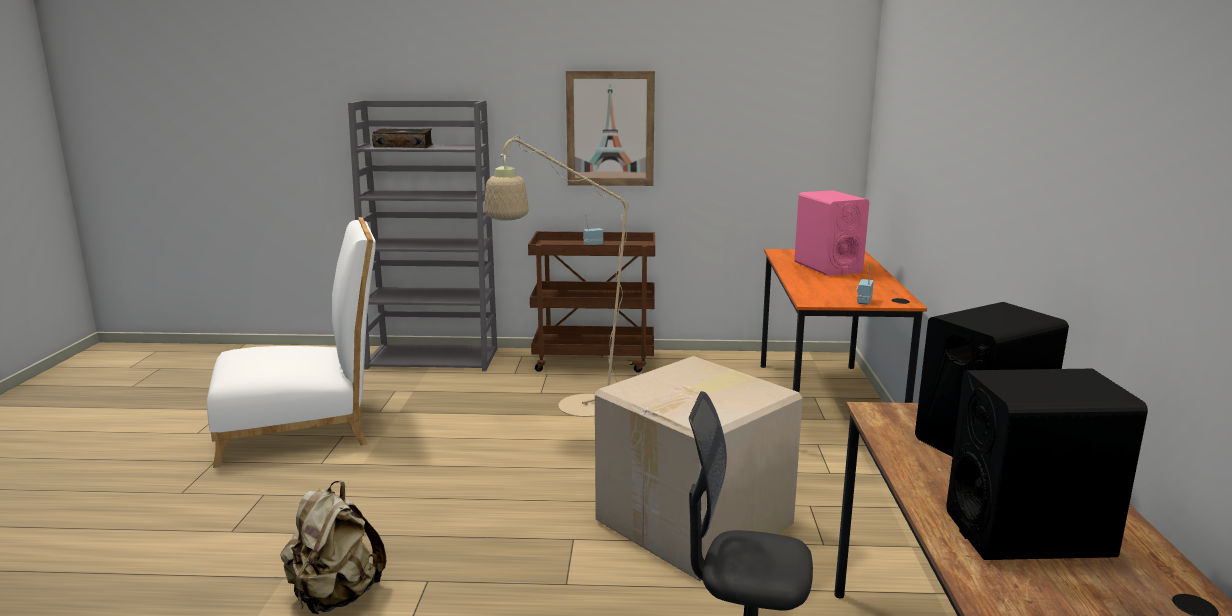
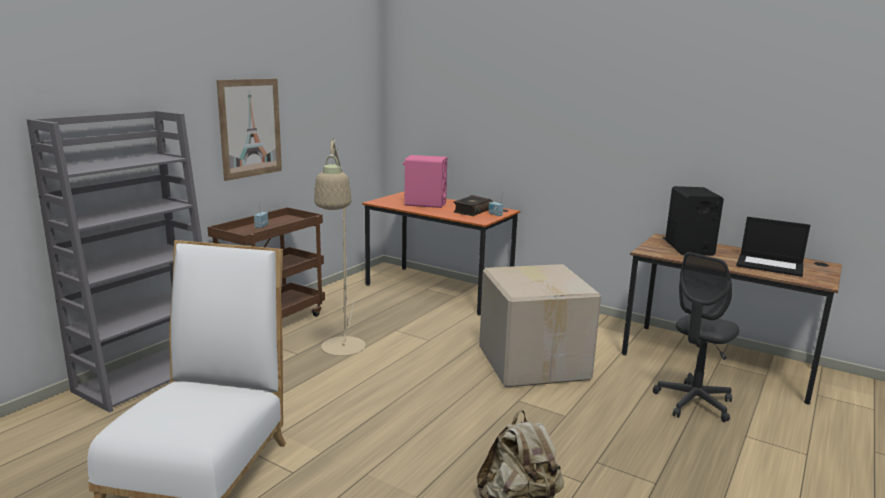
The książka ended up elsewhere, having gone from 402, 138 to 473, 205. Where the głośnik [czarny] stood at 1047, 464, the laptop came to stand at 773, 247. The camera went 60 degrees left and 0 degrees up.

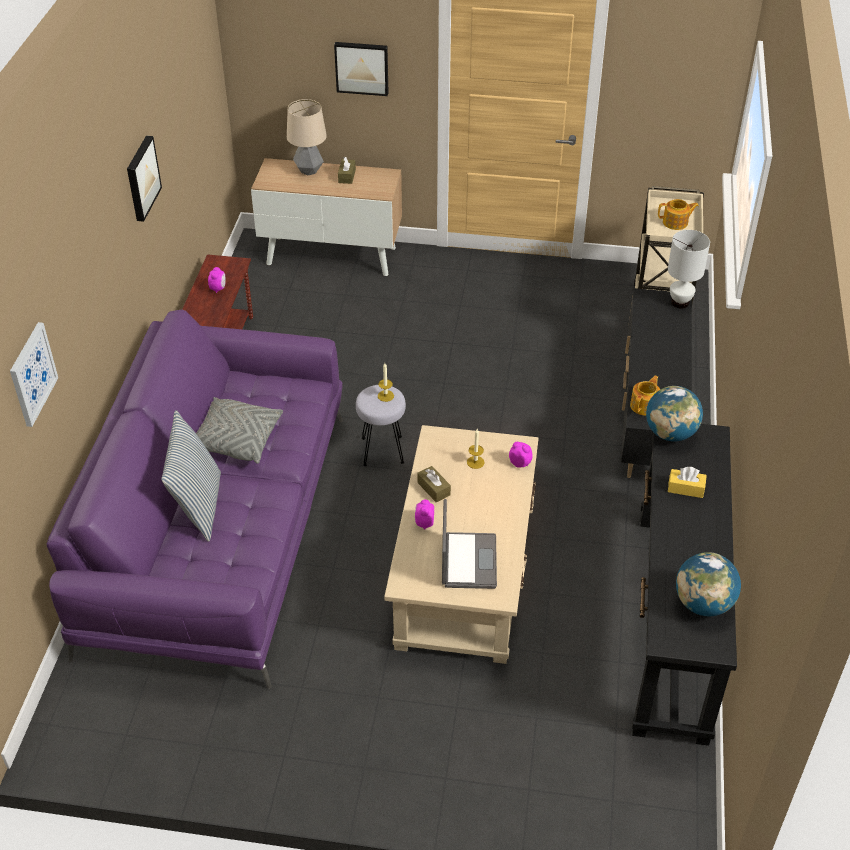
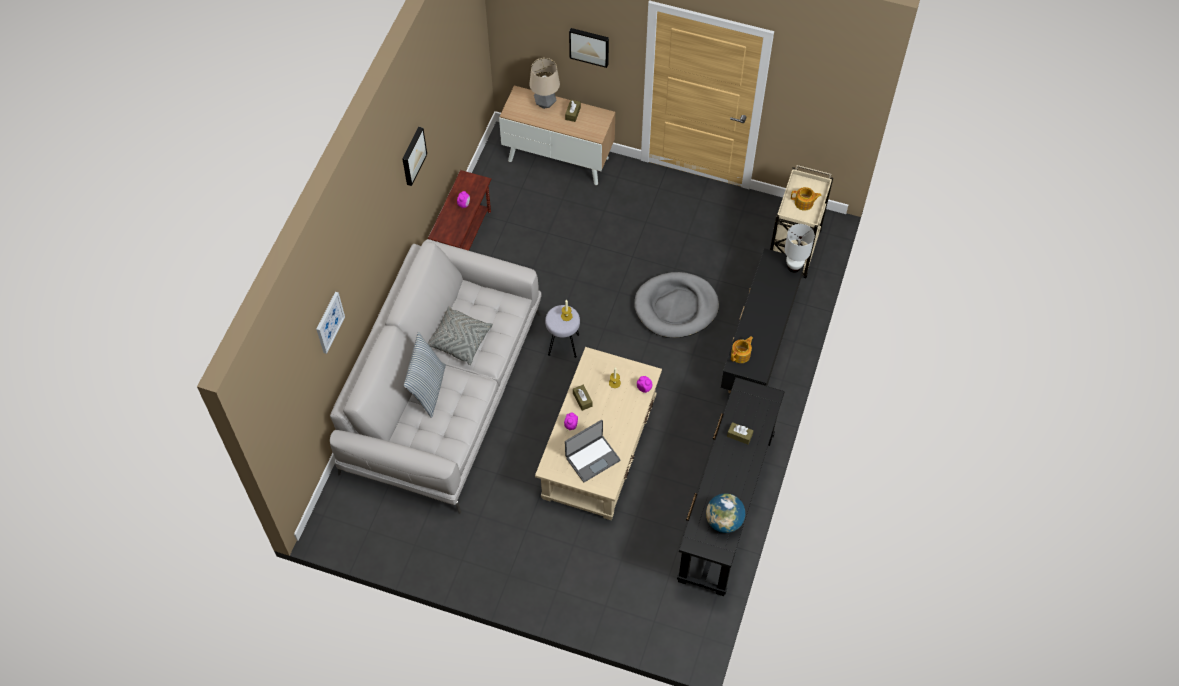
What was the kanapa [fioletowy] at 195, 499 turned into the kanapa [szary] at 436, 376. The laptop at 469, 544 ended up facing another way, 45 degrees clockwise from before. The second view gained the legowisko [szary] at 676, 305. What was the pudełko chusteczek [żółty] at 687, 482 turned into the pudełko chusteczek [brązowy] at 740, 433. The second view lost the globus at 674, 414. The camera went 10 degrees right and 15 degrees up.

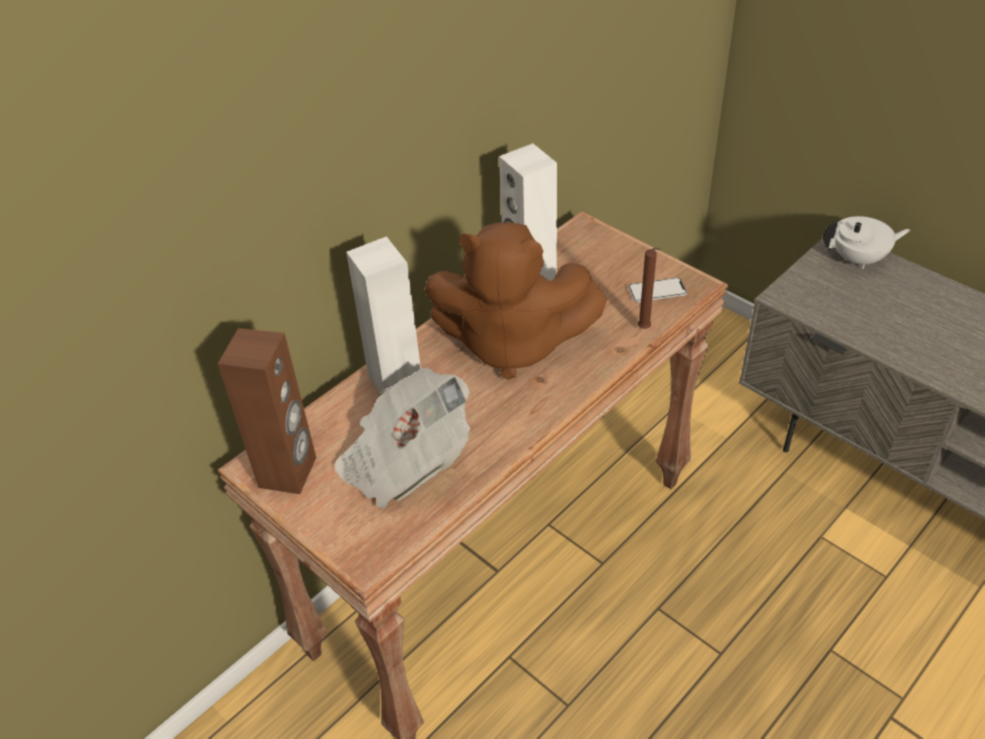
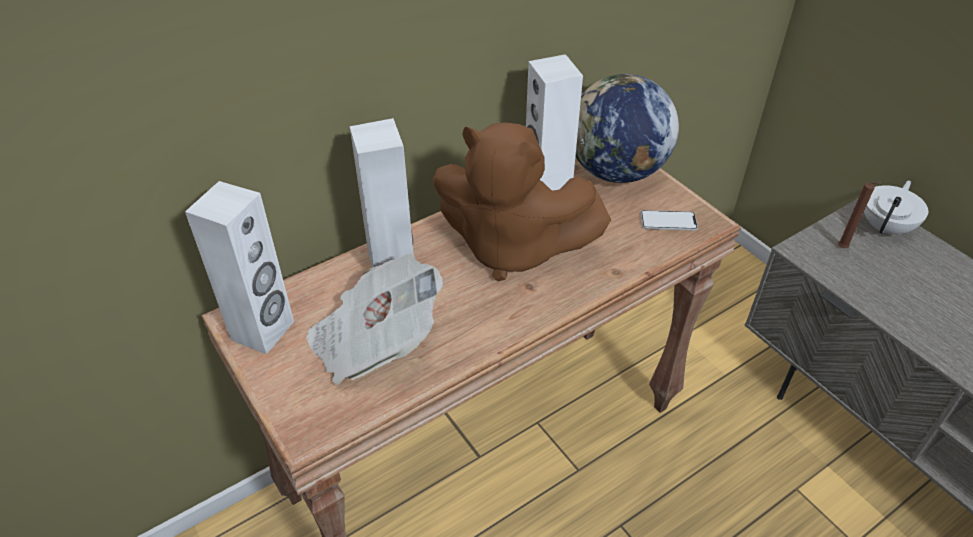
What was the głośnik [brązowy] at 267, 411 turned into the głośnik [biały] at 239, 267. The second view gained the globus at 627, 128. The świeca [brązowy] ended up elsewhere, having gone from 649, 288 to 859, 215. The imbryk [biały] at 867, 242 ended up facing another way, 60 degrees counterclockwise from before. The camera went 10 degrees right and 0 degrees up.

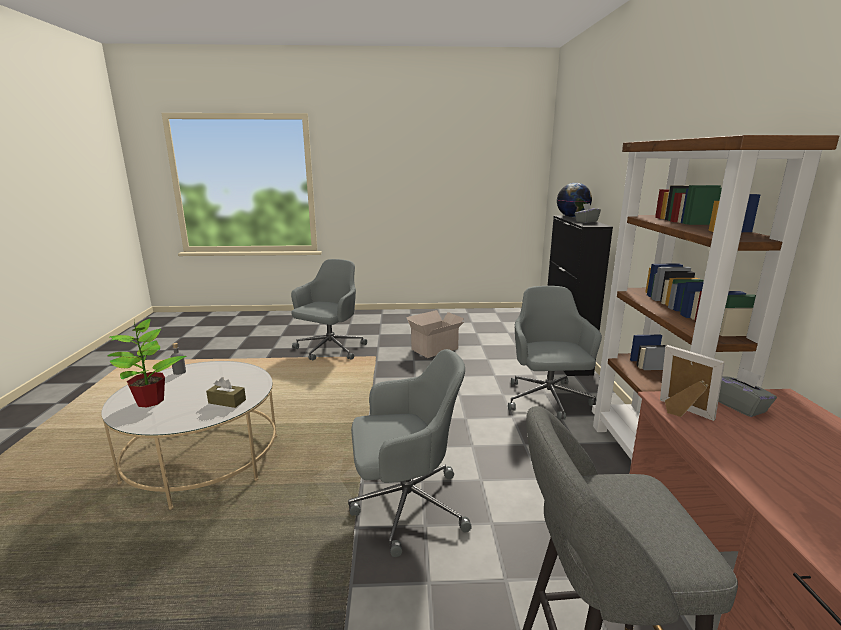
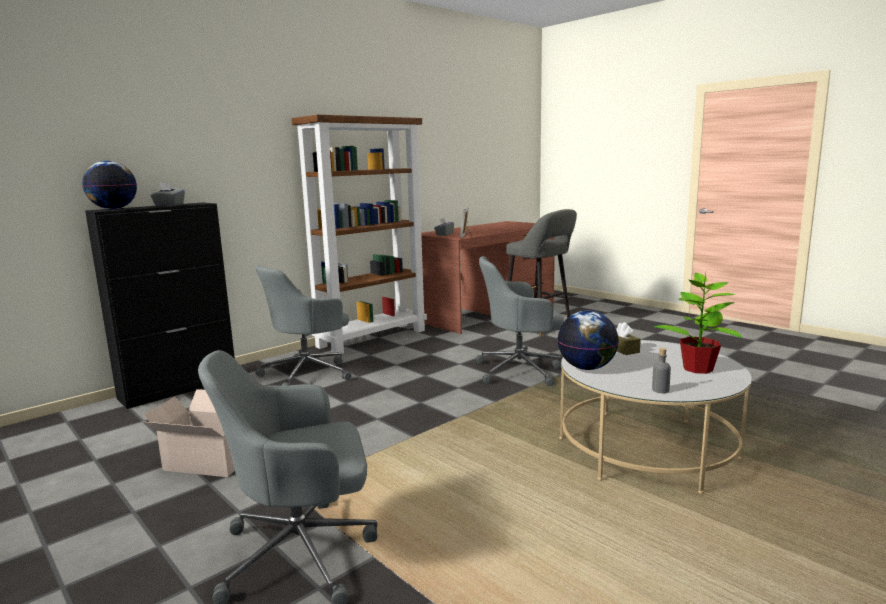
The krzesło biurowe [szary] at 410, 453 ended up facing another way, 45 degrees counterclockwise from before. The second view gained the globus at 588, 340. The camera went 130 degrees left and 5 degrees down.

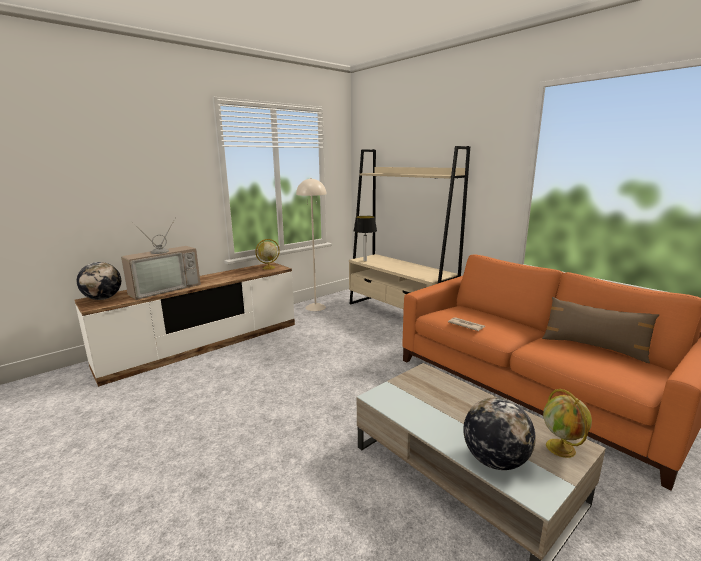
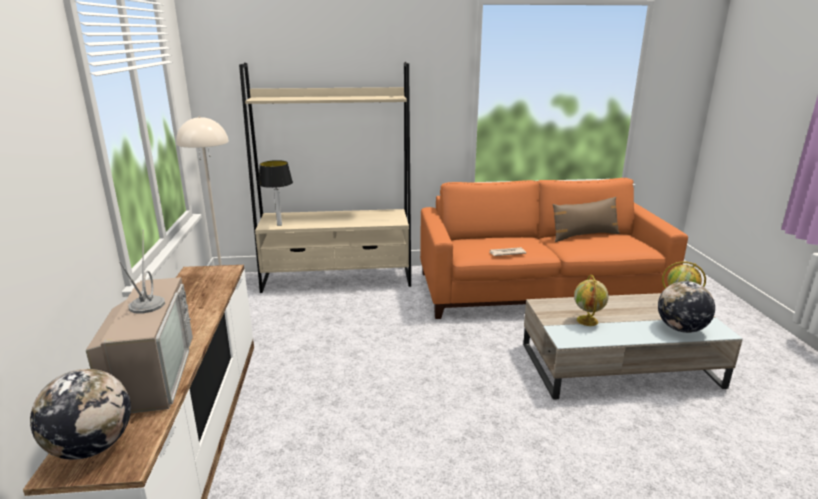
The globus ended up elsewhere, having gone from 267, 254 to 591, 300. The camera went 55 degrees left and 5 degrees up.

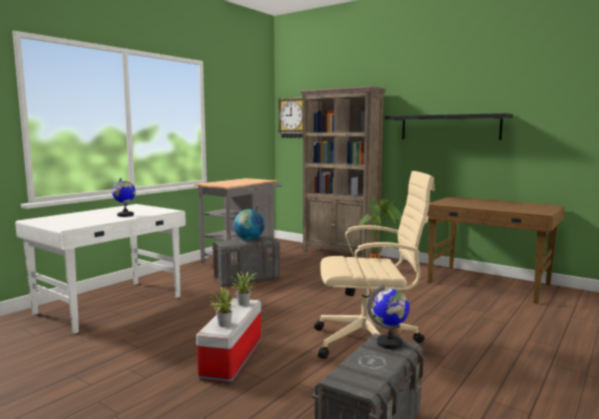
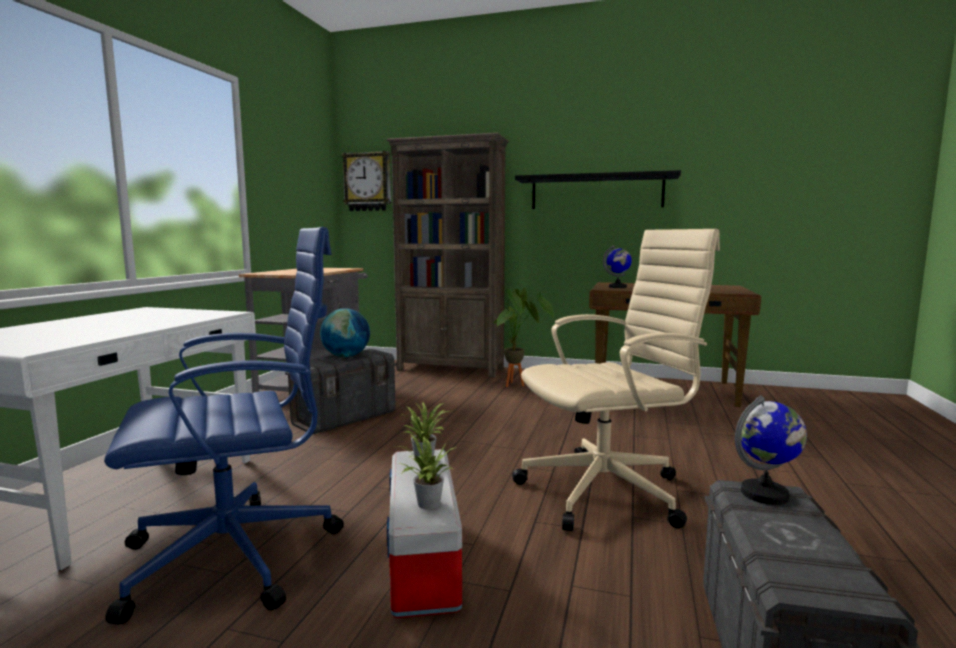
The second view gained the krzesło biurowe [niebieski] at 224, 426. The globus ended up elsewhere, having gone from 124, 197 to 617, 266. The camera went 20 degrees left and 0 degrees up.

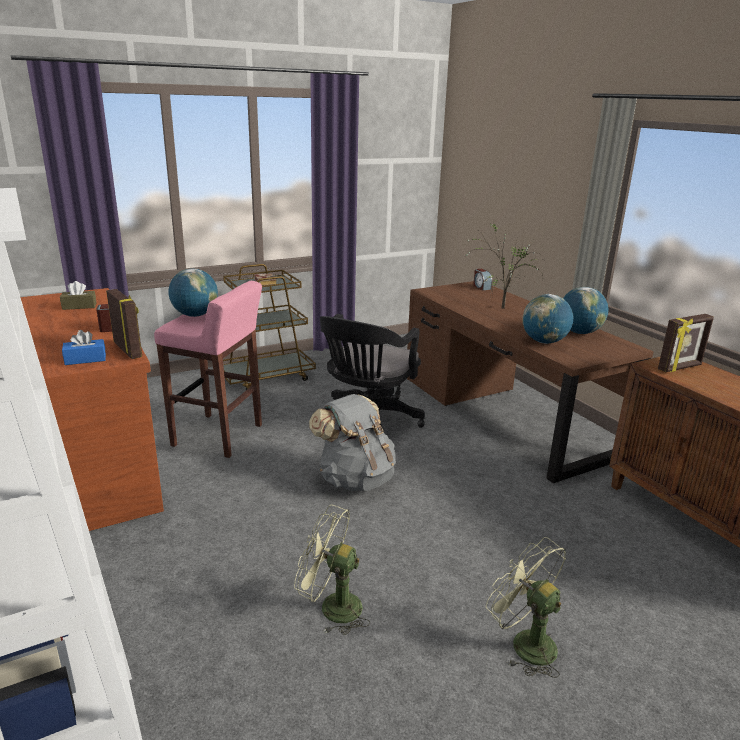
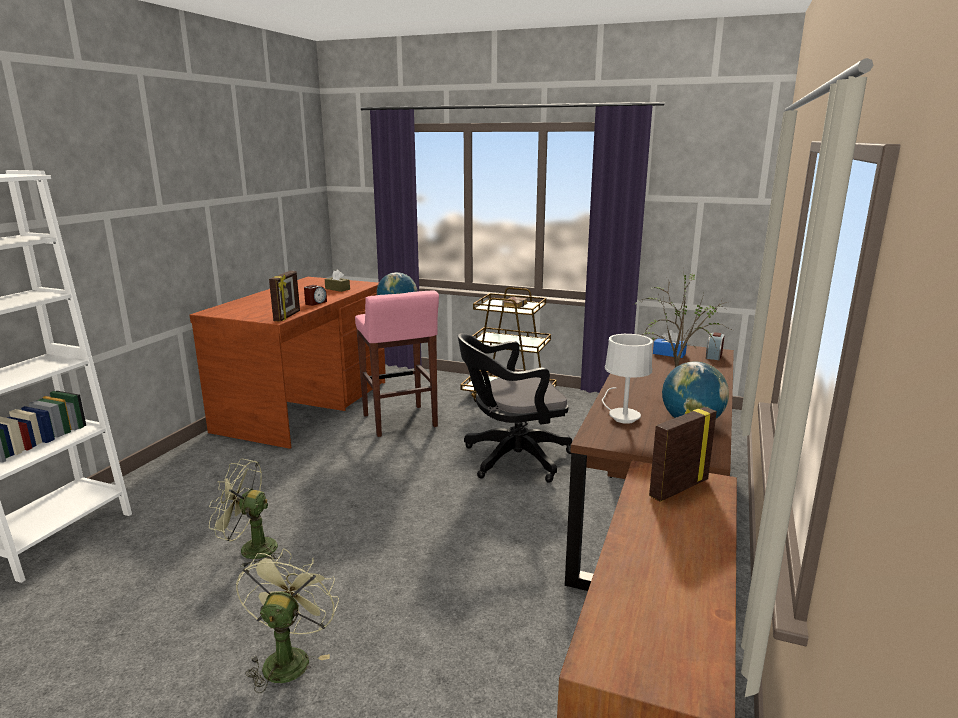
The wentylator [zielony] at 332, 570 ended up facing another way, 60 degrees counterclockwise from before. Where the globus stood at 547, 319, the lampa stołowa [biały] came to stand at 627, 379. The ramka na zdjęcie at 686, 343 ended up facing another way, 120 degrees clockwise from before. The pudełko chusteczek [niebieski] ended up elsewhere, having gone from 84, 347 to 670, 344. The second view lost the plecak [szary] at 352, 442. The camera went 50 degrees right and 5 degrees down.

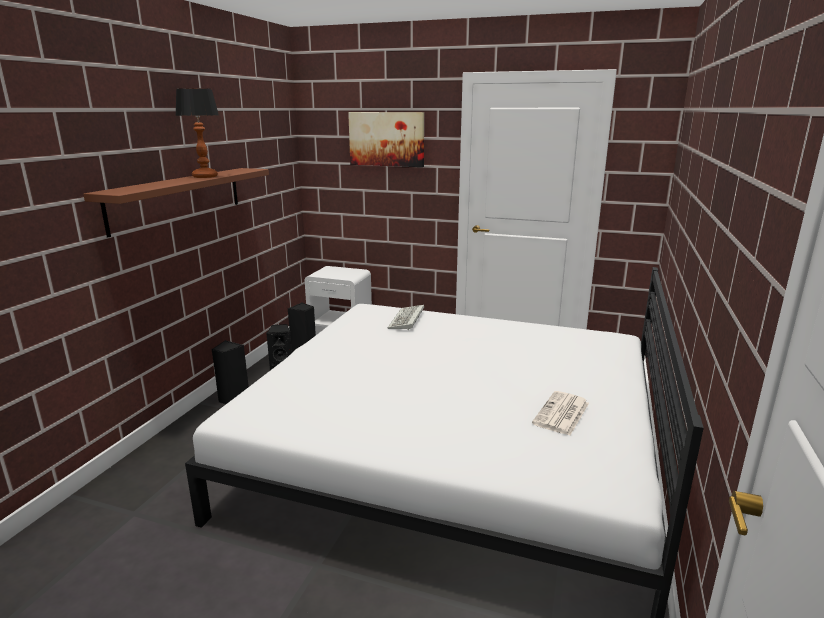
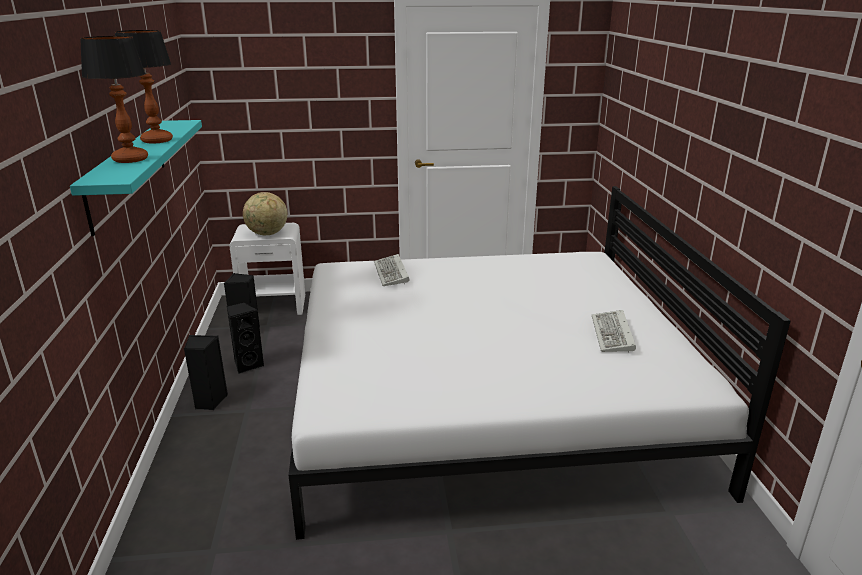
What was the półka [brązowy] at 176, 203 turned into the półka [turkusowy] at 136, 178. The second view gained the lampa stołowa at 114, 99. The second view gained the globus at 265, 213. Where the gazeta stood at 560, 413, the klawiatura came to stand at 614, 331. The second view lost the obraz at 386, 139. The camera went 25 degrees left and 5 degrees up.

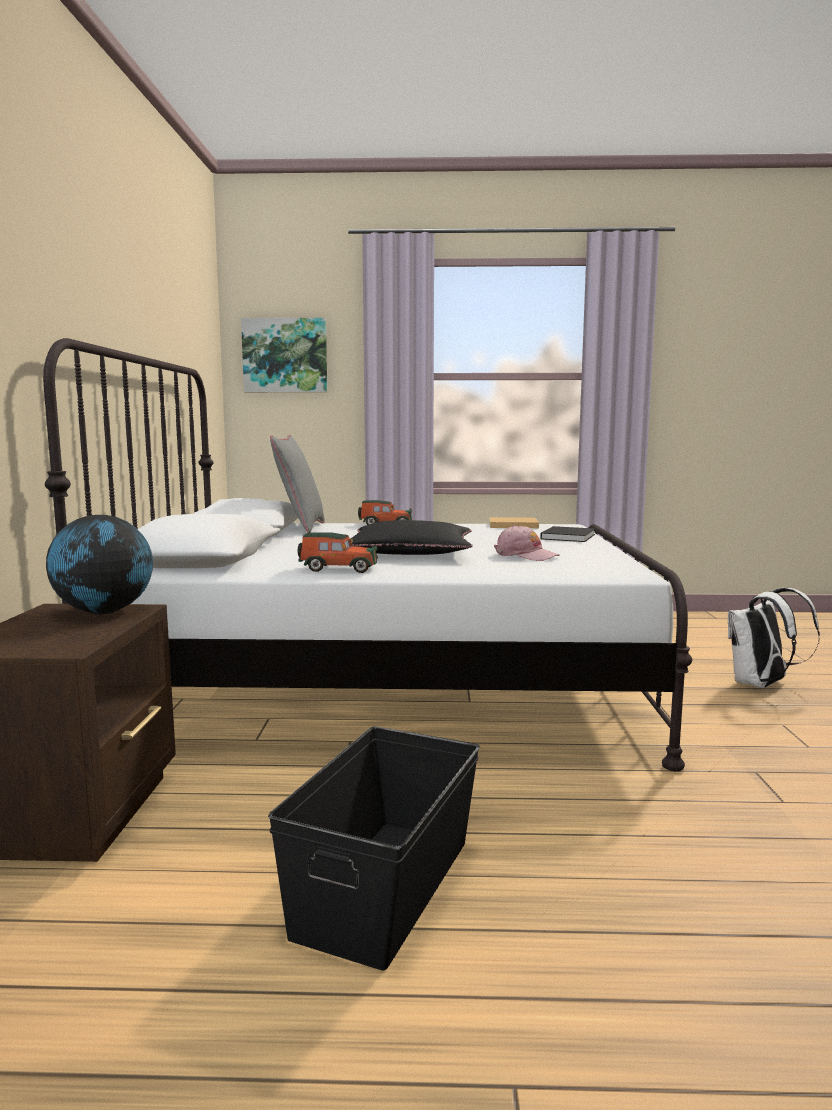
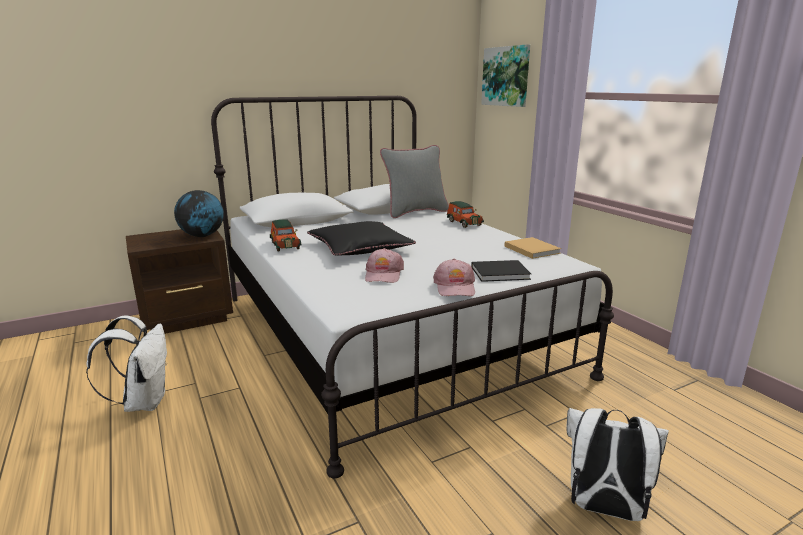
Where the pojemnik do przechowywania [czarny] stood at 374, 848, the plecak [biały] came to stand at 126, 364. The second view gained the czapka z daszkiem [różowy] at 454, 277. The camera went 60 degrees right and 10 degrees up.

